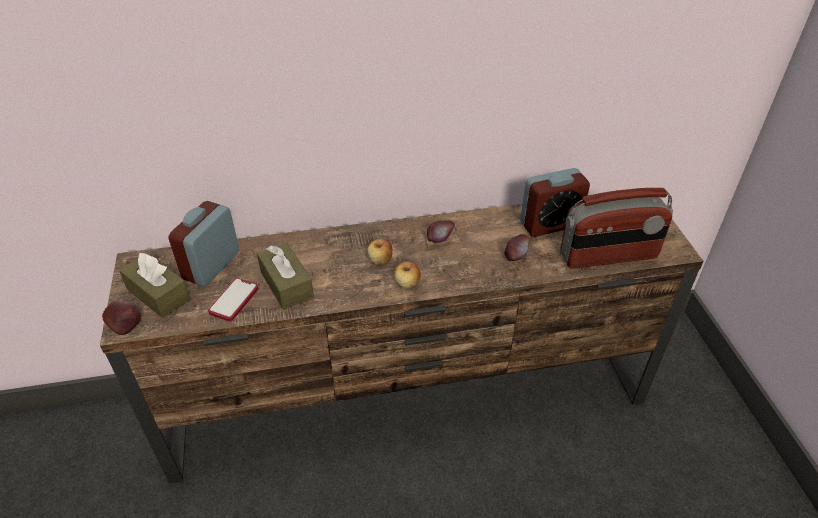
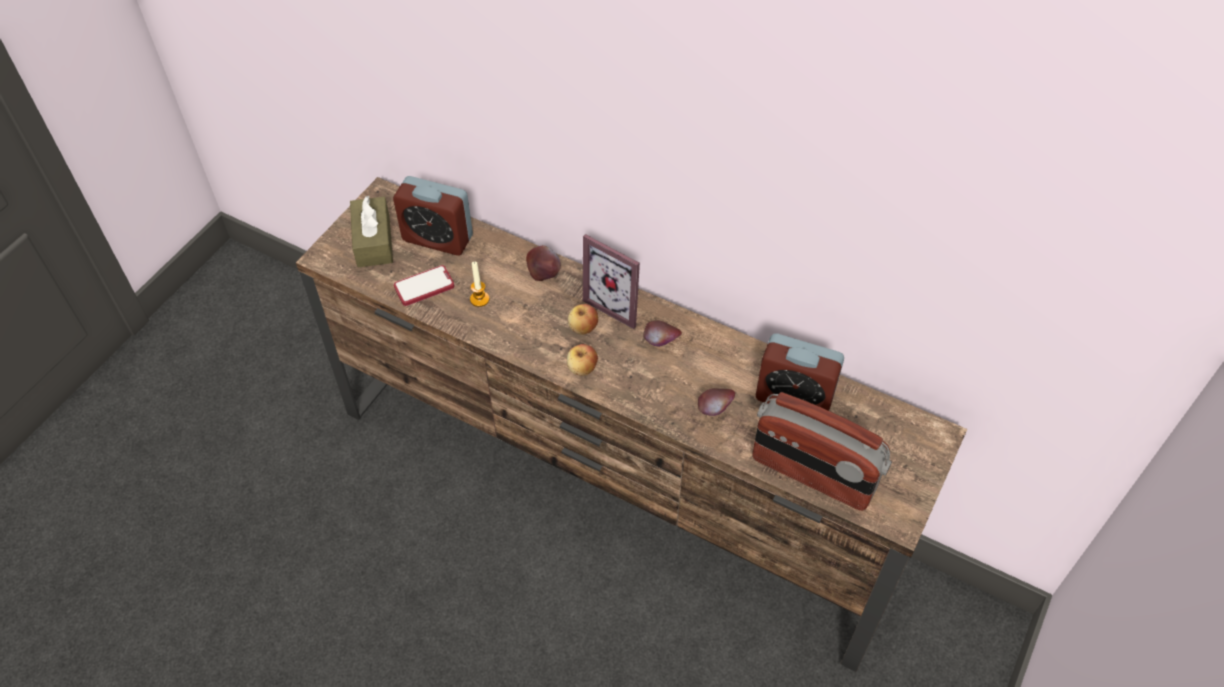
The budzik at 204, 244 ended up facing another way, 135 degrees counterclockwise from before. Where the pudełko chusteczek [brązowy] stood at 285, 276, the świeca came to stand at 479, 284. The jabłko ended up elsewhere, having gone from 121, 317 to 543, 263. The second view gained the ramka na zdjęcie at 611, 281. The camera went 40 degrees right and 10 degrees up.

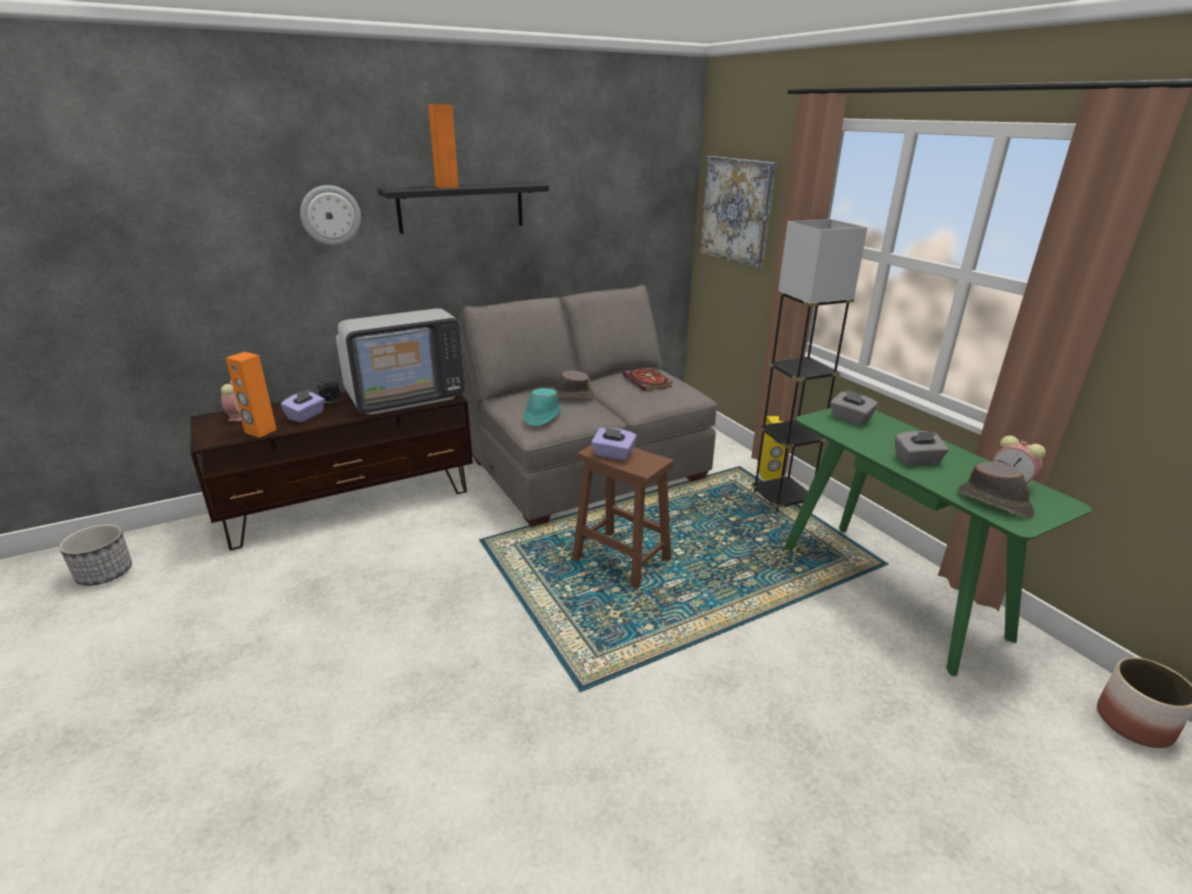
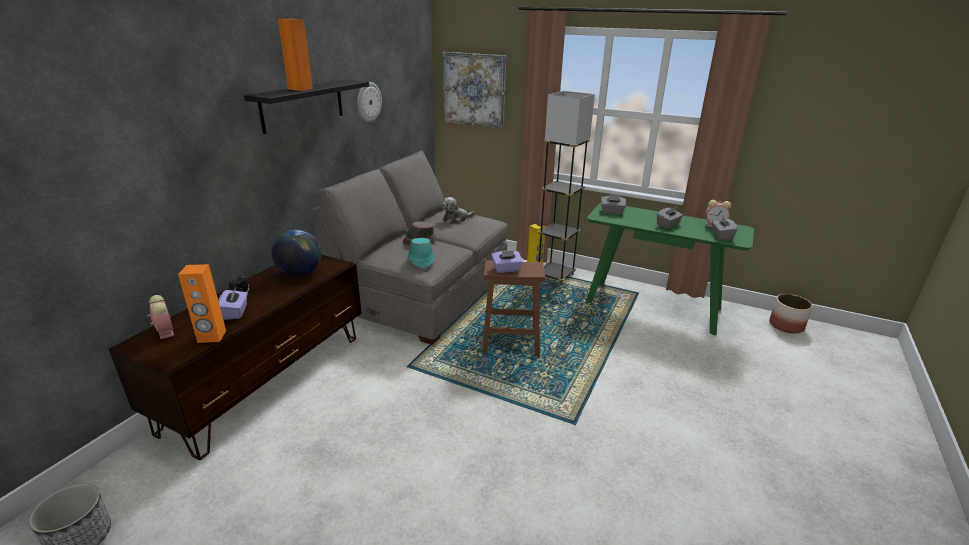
Where the telewizor stood at 400, 361, the globus came to stand at 297, 252. The zegar ścienny ended up elsewhere, having gone from 330, 215 to 369, 102. Where the książka stood at 648, 379, the pluszak came to stand at 458, 210. Where the kapelusz [brązowy] stood at 996, 490, the pudełko chusteczek [szary] came to stand at 724, 227. The camera went 35 degrees left and 0 degrees up.

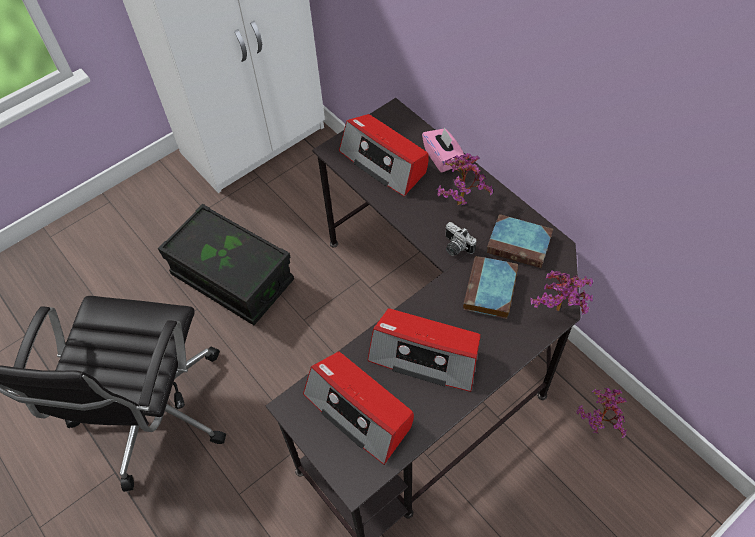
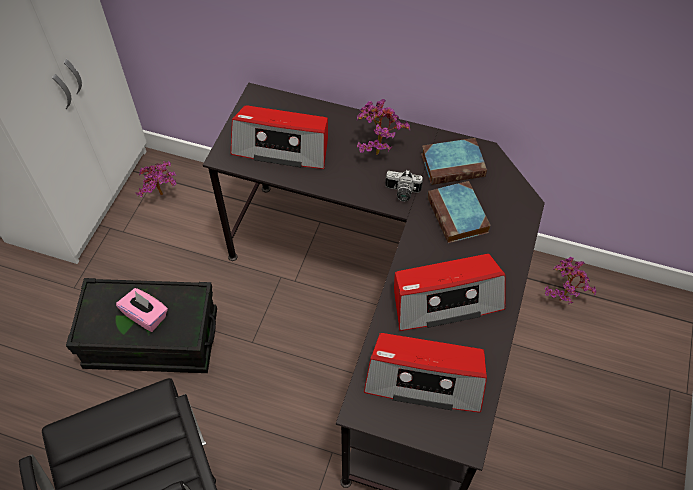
The pudełko chusteczek [różowy] ended up elsewhere, having gone from 443, 150 to 142, 310. The roślina doniczkowa ended up elsewhere, having gone from 561, 292 to 155, 179. The camera went 35 degrees left and 0 degrees up.

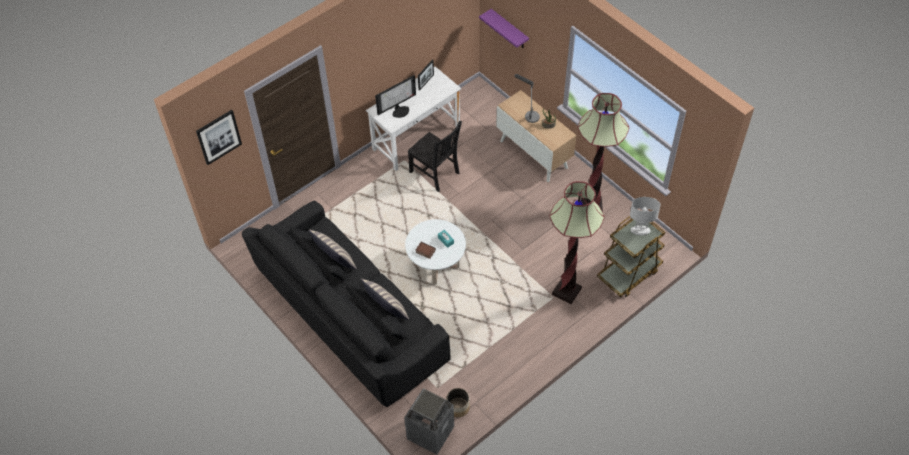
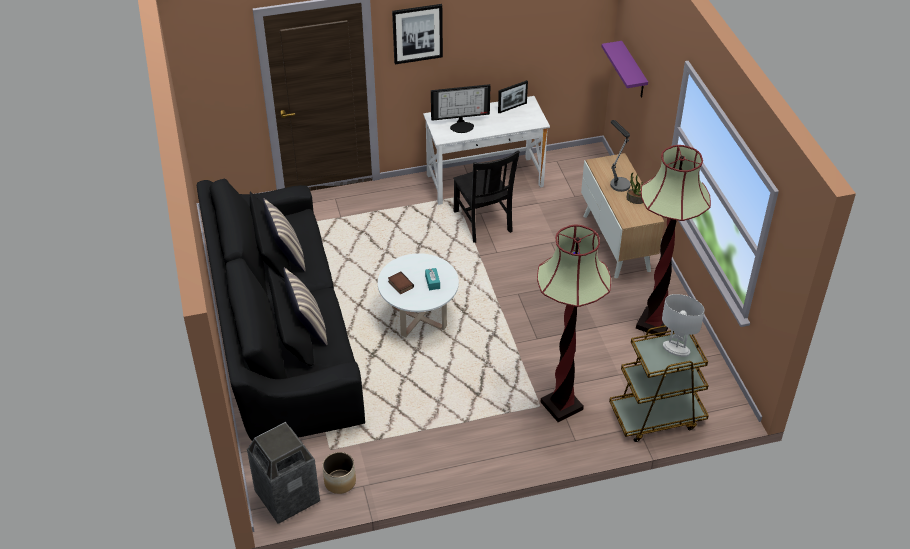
The obraz ended up elsewhere, having gone from 219, 137 to 417, 34. The camera went 25 degrees right and 10 degrees down.

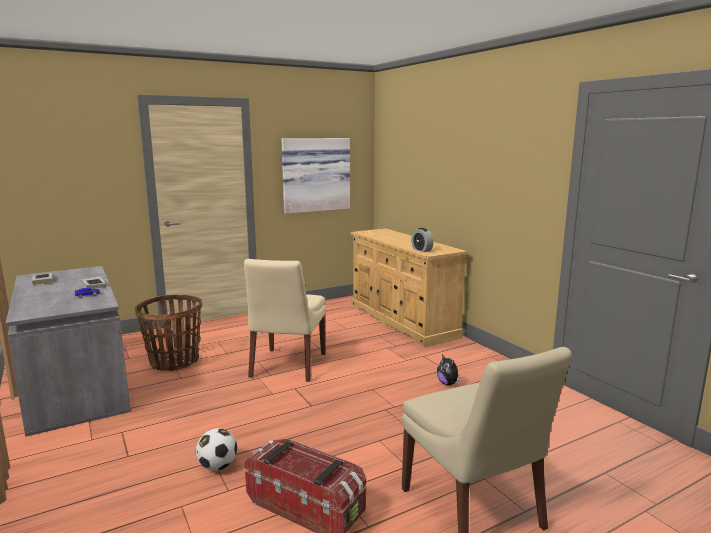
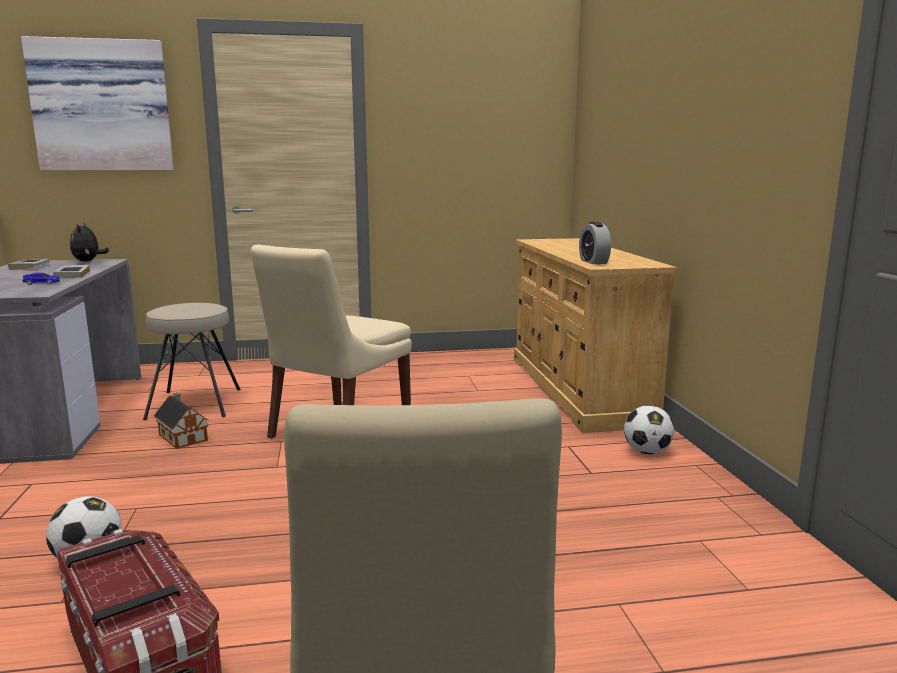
The obraz ended up elsewhere, having gone from 316, 176 to 97, 103. The pluszak ended up elsewhere, having gone from 449, 369 to 89, 242. Where the koszyk stood at 168, 332, the stołek [beżowy] came to stand at 192, 361. The second view gained the domek at 181, 420. The second view gained the piłka futbolowa at 649, 429. The camera went 20 degrees right and 0 degrees up.

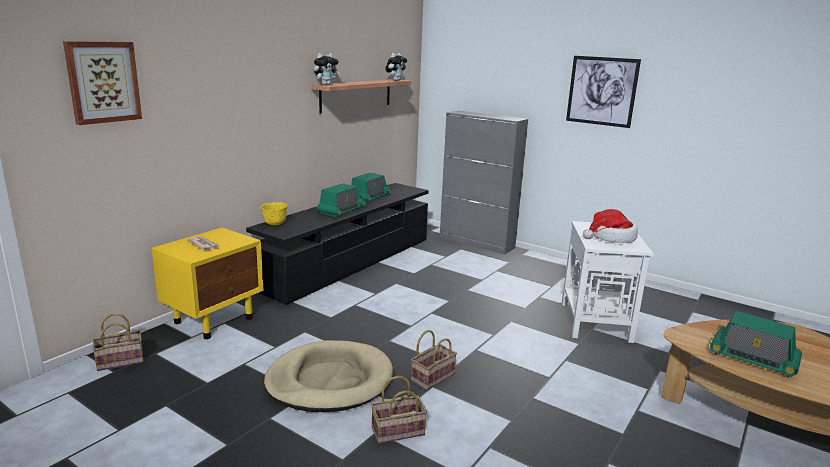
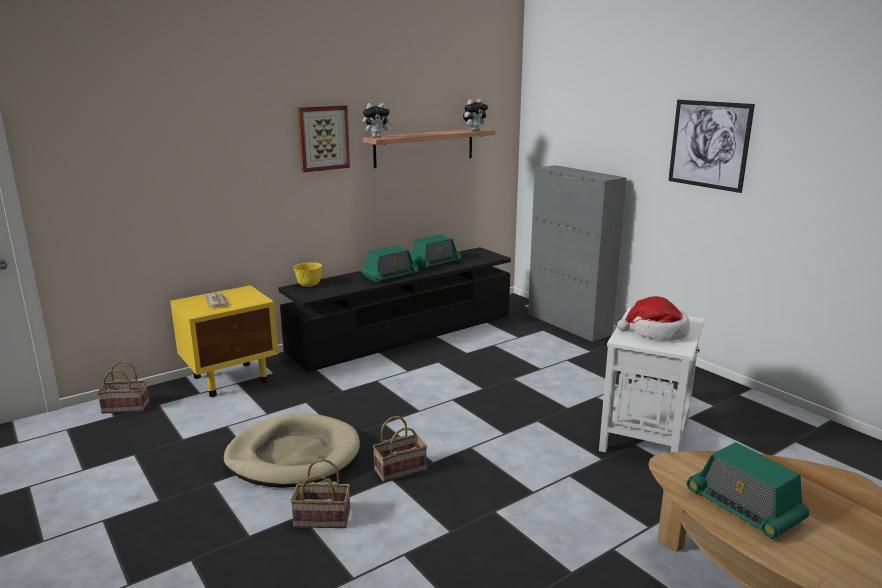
The obraz ended up elsewhere, having gone from 102, 83 to 323, 138. The camera went 20 degrees right and 0 degrees up.

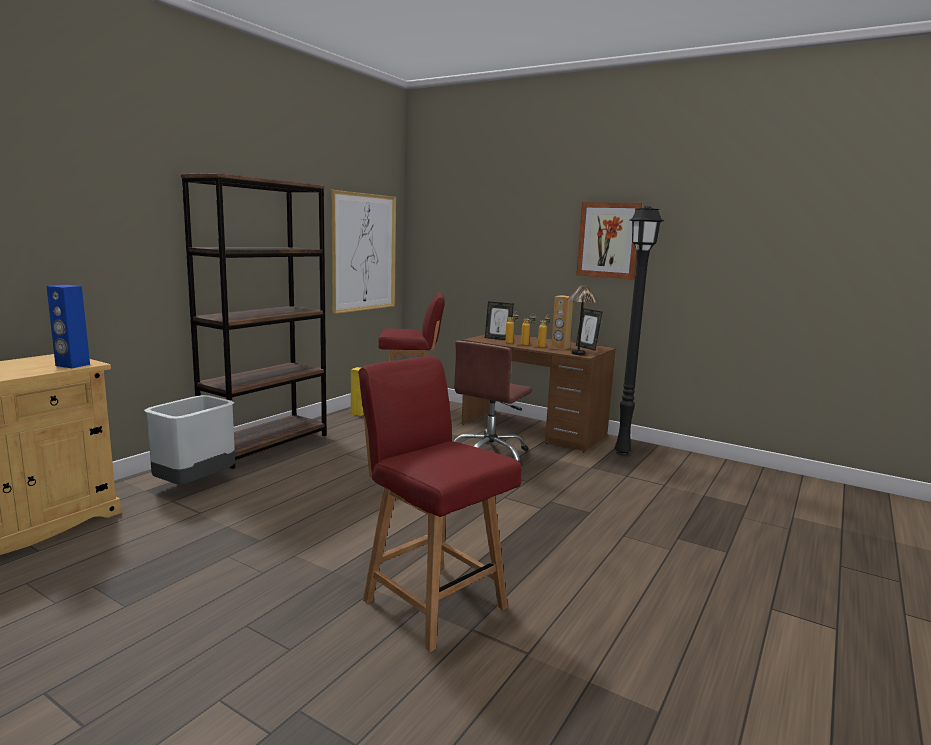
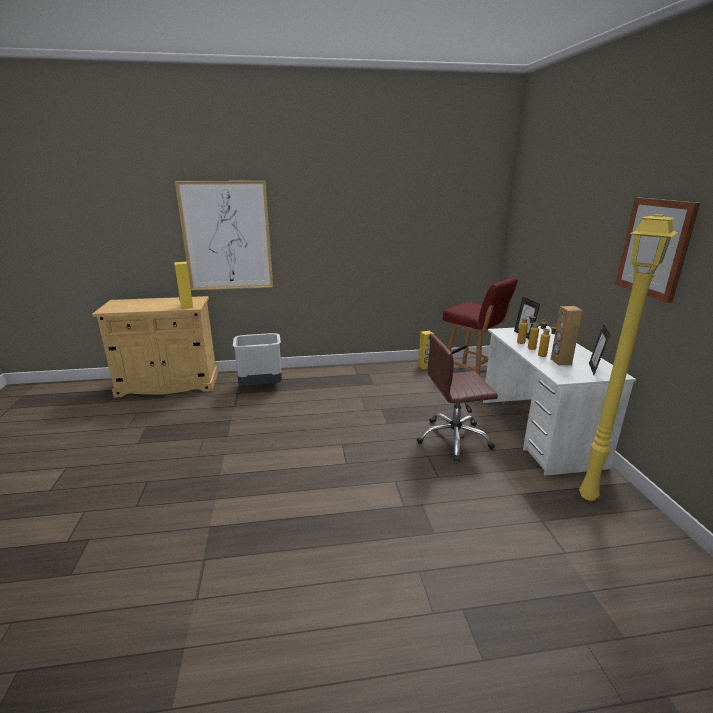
What was the głośnik [niebieski] at 68, 326 turned into the głośnik [żółty] at 183, 285. The obraz ended up elsewhere, having gone from 364, 252 to 224, 236. What was the biurko [brązowy] at 539, 393 turned into the biurko [biały] at 559, 401. What was the lampa stojąca [czarny] at 639, 330 turned into the lampa stojąca [żółty] at 628, 357. The second view lost the regał [brązowy] at 254, 321. The second view lost the krzesło [czerwony] at 440, 504. The second view lost the lampa stołowa at 583, 320. The camera went 50 degrees right and 10 degrees up.

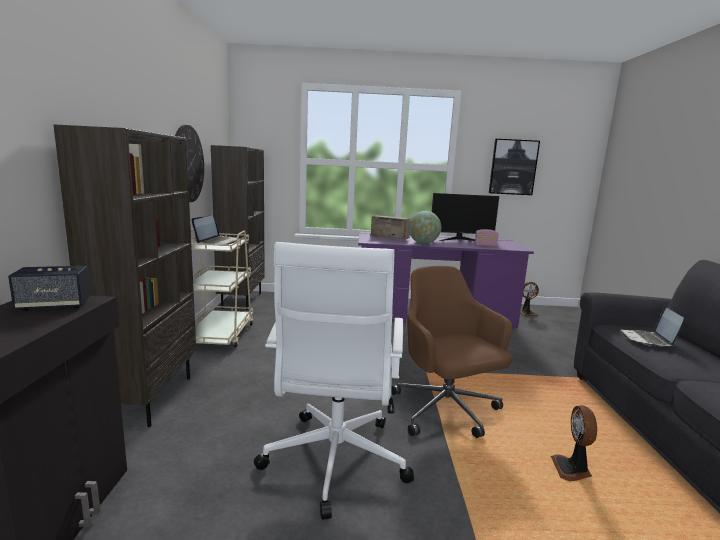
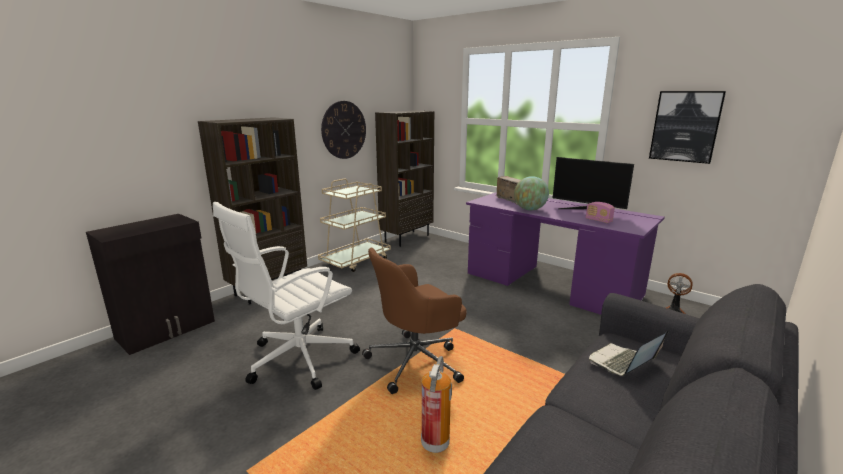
The krzesło biurowe [brązowy] at 452, 352 ended up facing another way, 135 degrees counterclockwise from before. Where the wentylator stood at 574, 443, the gaśnica came to stand at 436, 404. The second view lost the głośnik at 49, 288. The second view lost the laptop at 214, 230. The camera went 40 degrees right and 5 degrees up.

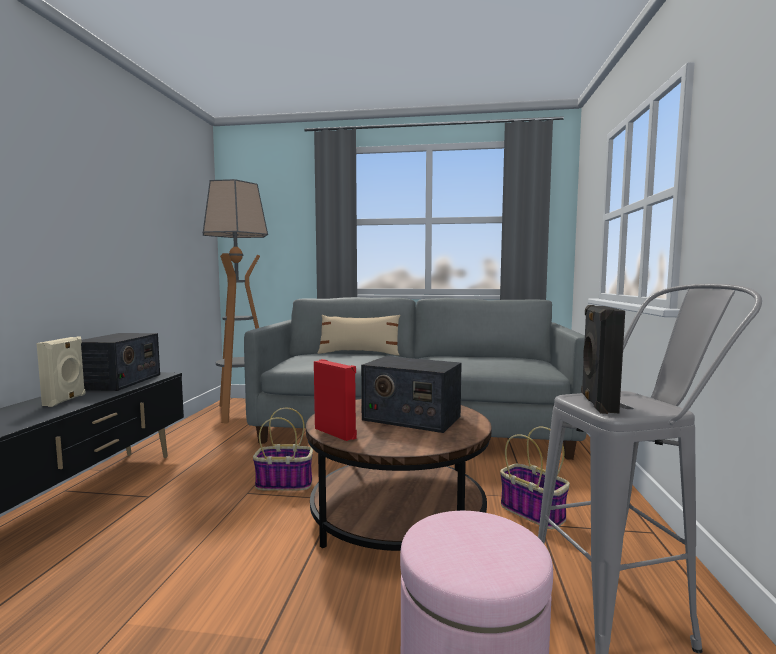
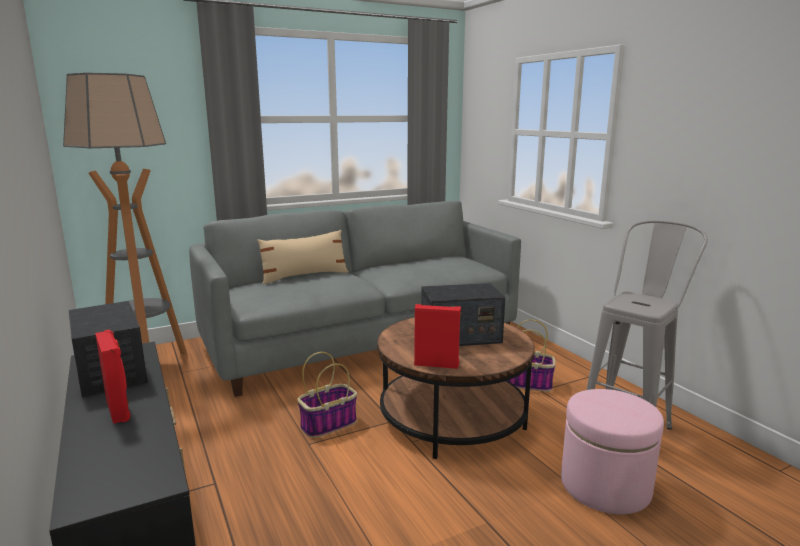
What was the głośnik [beżowy] at 61, 372 turned into the głośnik [czerwony] at 113, 377. The second view lost the głośnik [czarny] at 603, 359. The camera went 35 degrees left and 10 degrees up.

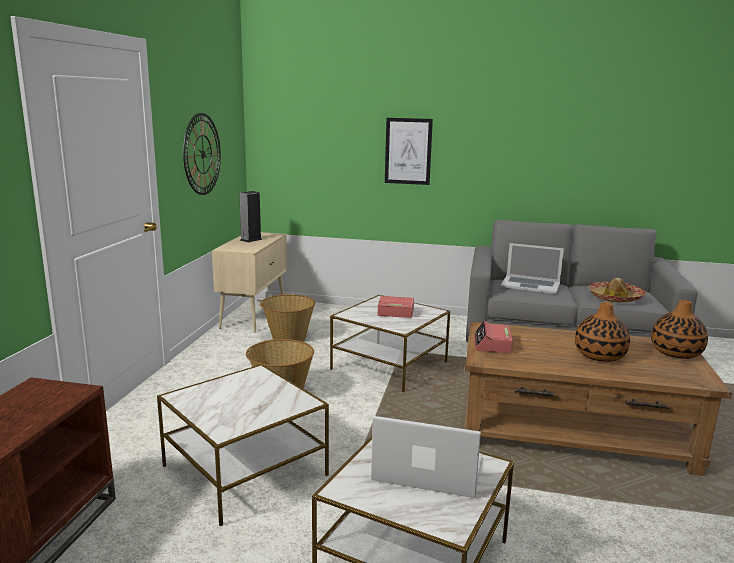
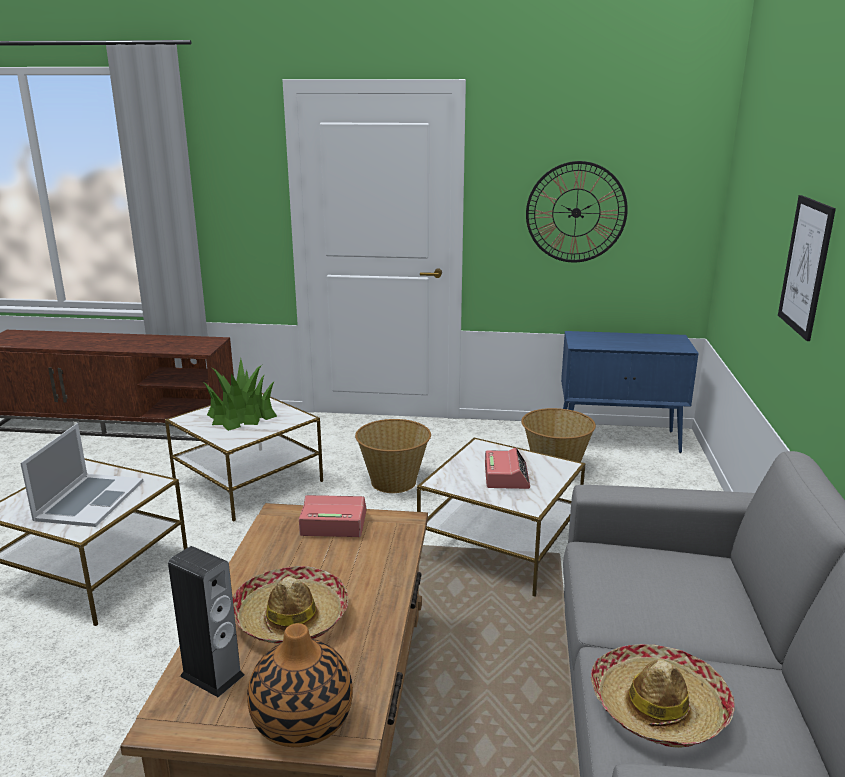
The głośnik ended up elsewhere, having gone from 250, 217 to 206, 621. The second view gained the roślina doniczkowa at 239, 395. Where the wazon stood at 602, 332, the kapelusz came to stand at 291, 605. What was the szafka [beżowy] at 249, 282 turned into the szafka [niebieski] at 630, 392. The second view lost the laptop at 532, 268. The camera went 85 degrees right and 5 degrees up.

